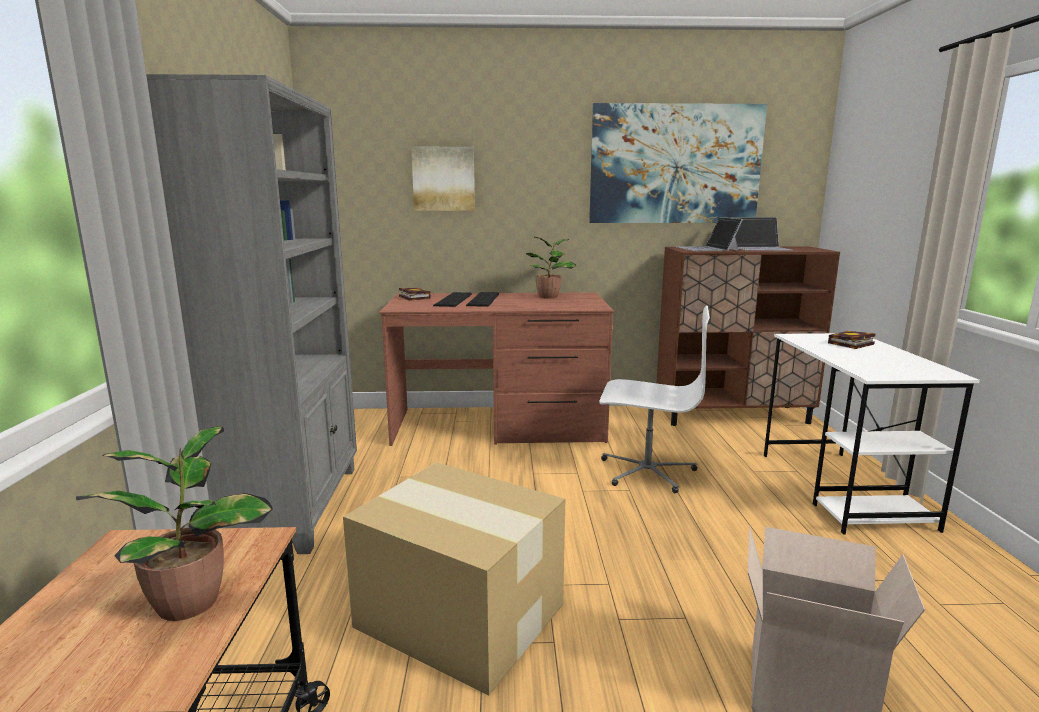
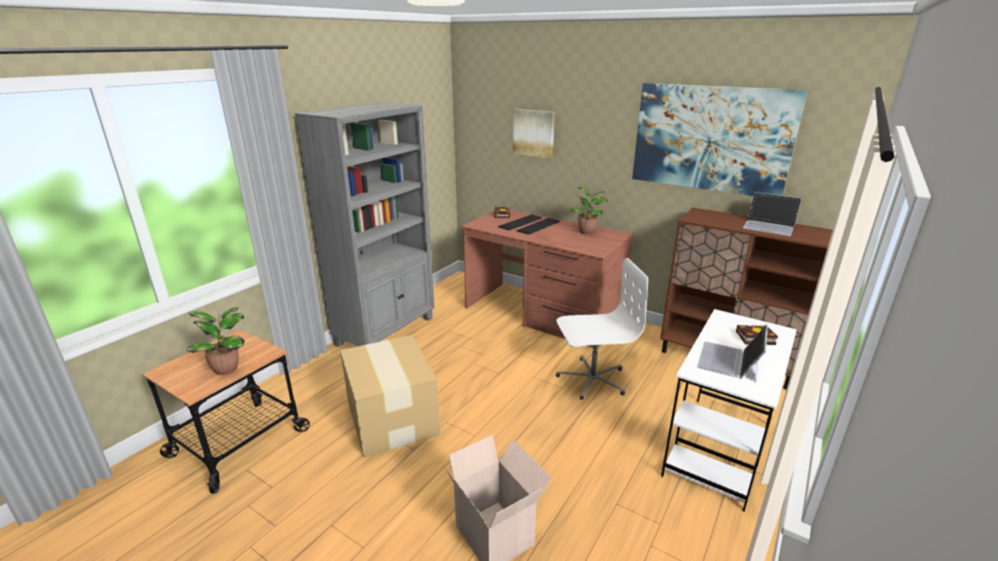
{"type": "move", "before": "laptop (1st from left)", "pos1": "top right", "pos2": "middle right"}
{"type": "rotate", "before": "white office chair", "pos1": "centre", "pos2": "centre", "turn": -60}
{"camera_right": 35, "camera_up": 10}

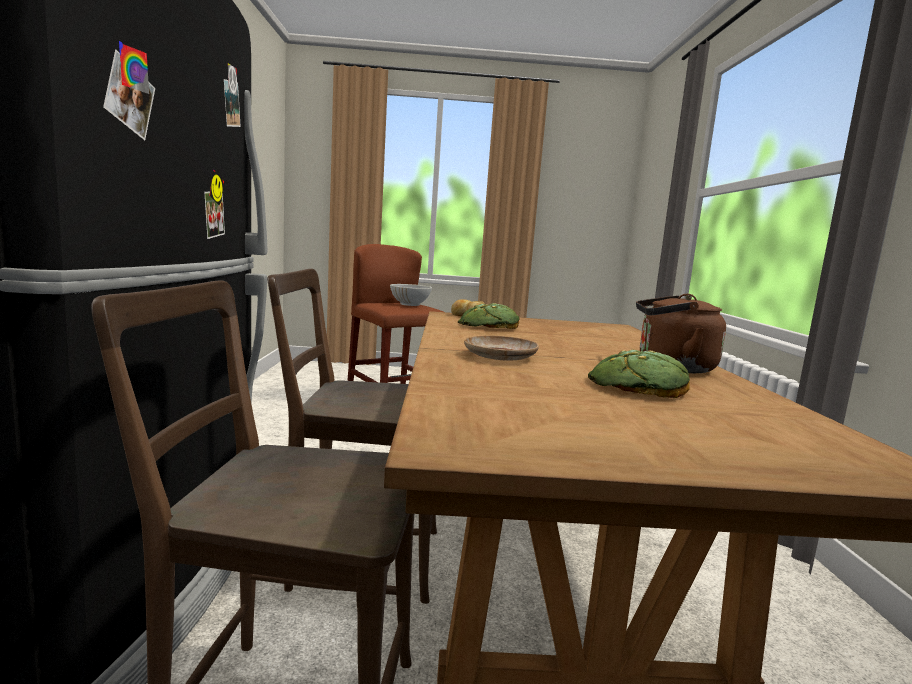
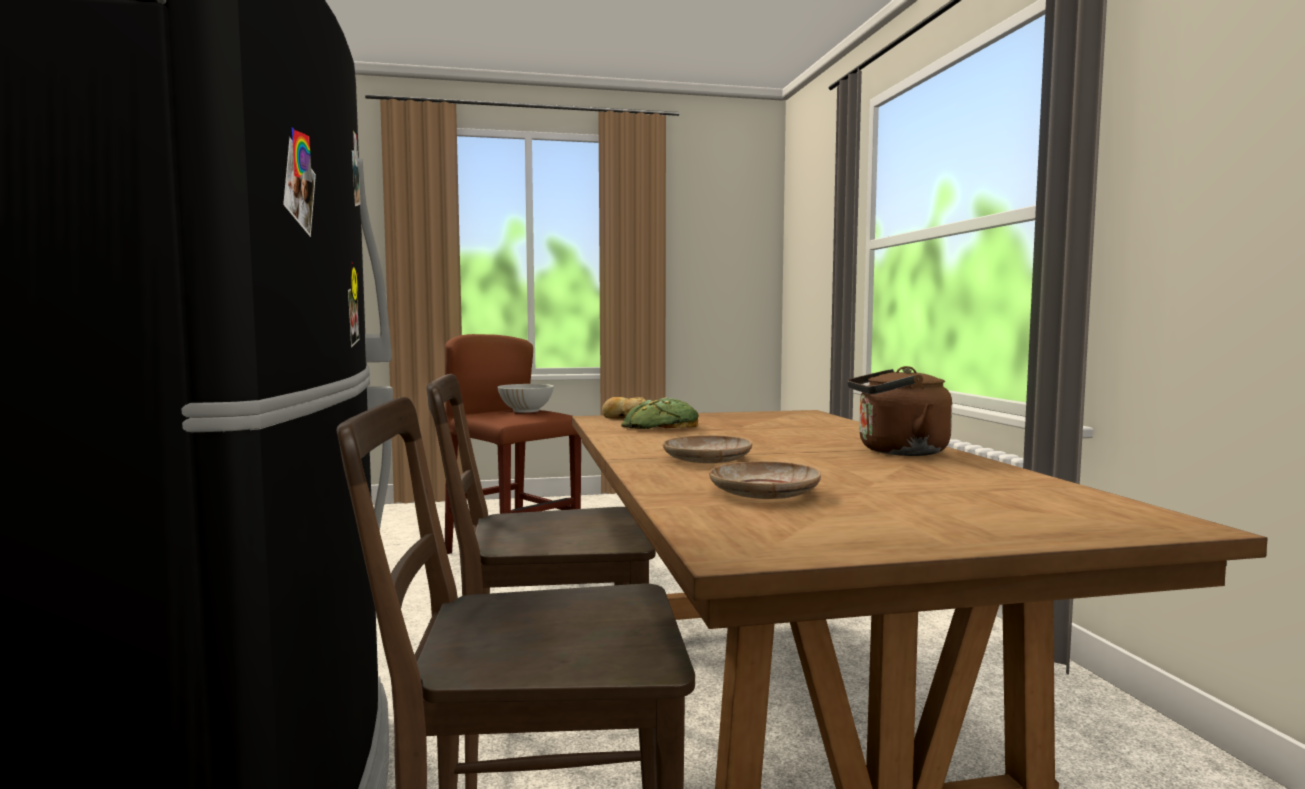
{"type": "delete", "before": "bread (3rd from left)", "pos1": "middle right"}
{"type": "insert", "after": "beige plate (2nd from left)", "pos2": "centre"}
{"camera_right": -10, "camera_up": -5}

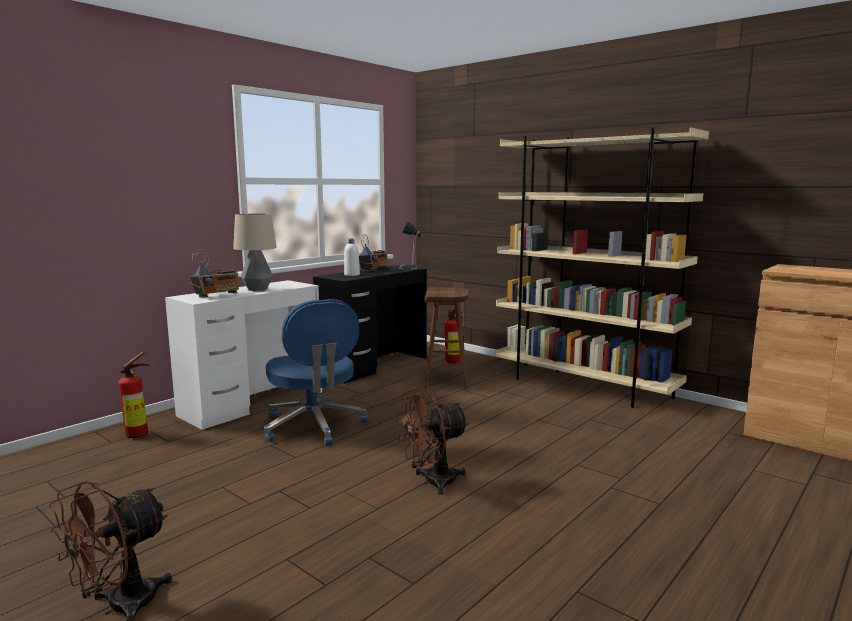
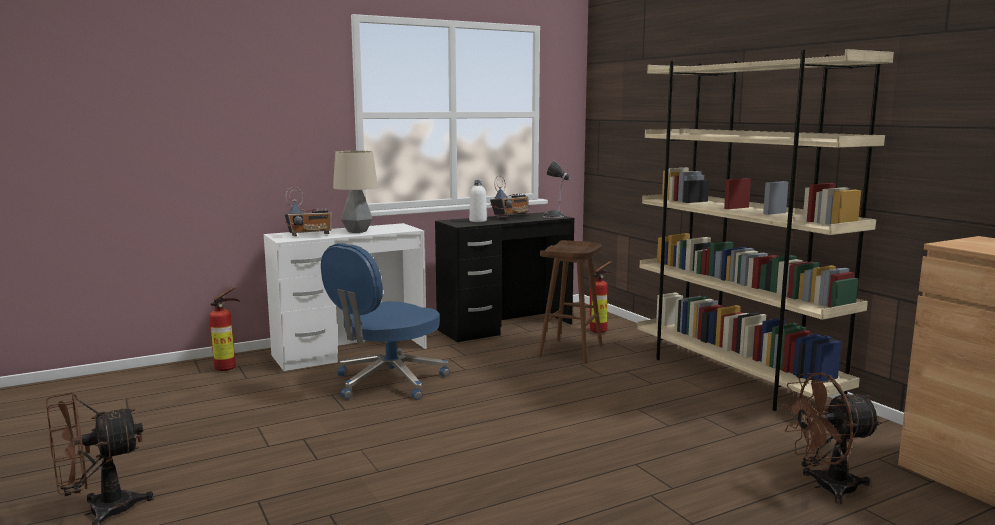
{"type": "move", "before": "brown fan (2nd from left)", "pos1": "bottom centre", "pos2": "bottom right"}
{"type": "rotate", "before": "blue office chair", "pos1": "centre", "pos2": "centre", "turn": 45}
{"camera_right": 20, "camera_up": 0}

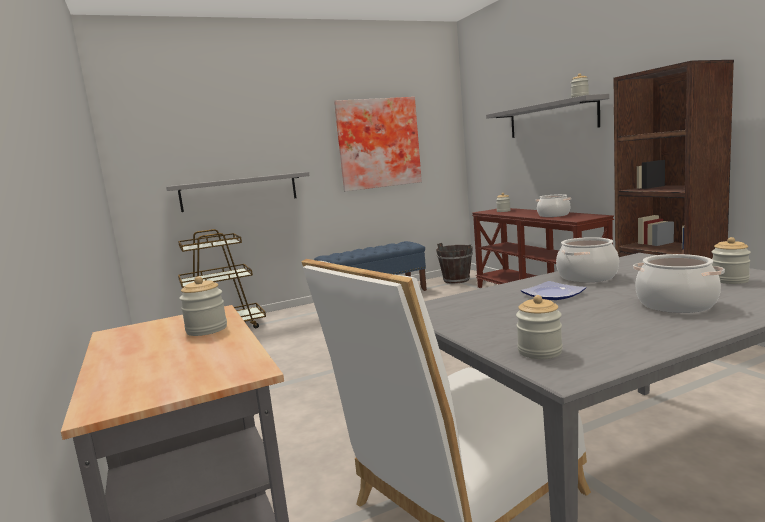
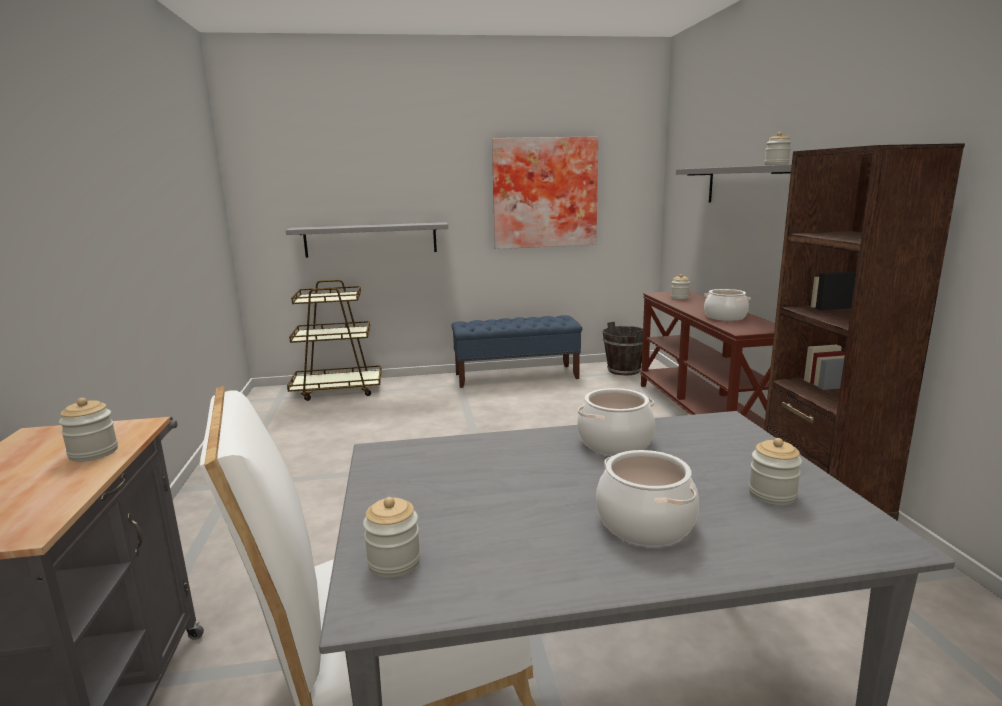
{"type": "delete", "before": "plate", "pos1": "middle right"}
{"camera_right": 15, "camera_up": 5}

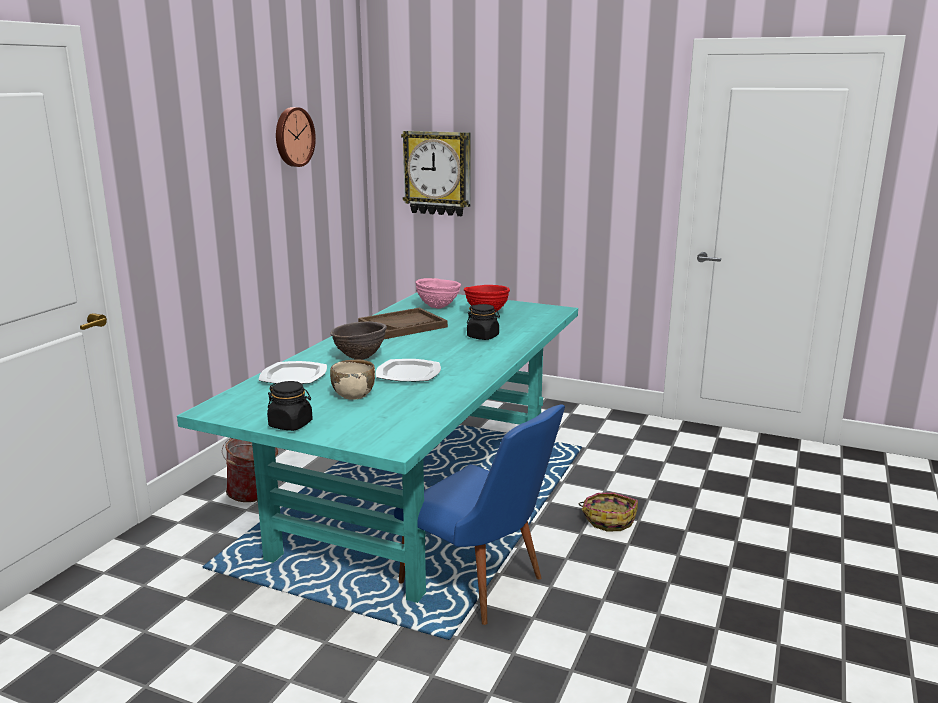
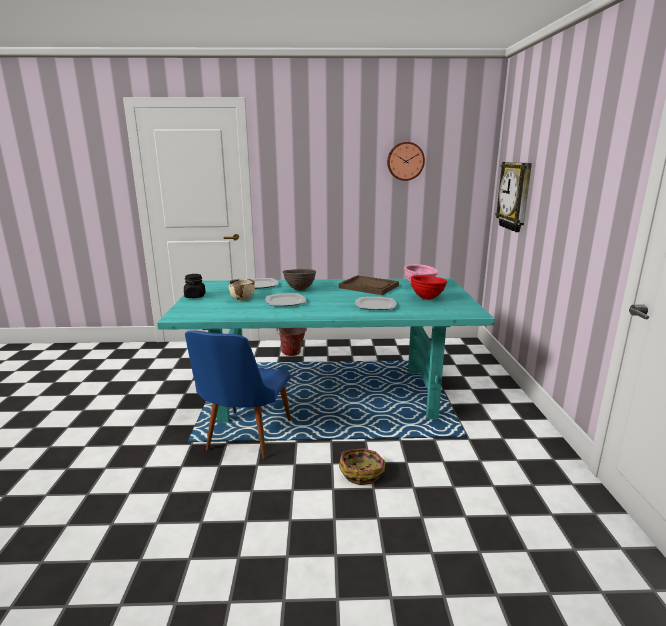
{"type": "replace", "before": "black jar (2nd from left)", "after": "plate (3rd from left)", "pos1": "centre", "pos2": "centre"}
{"camera_right": 65, "camera_up": 0}

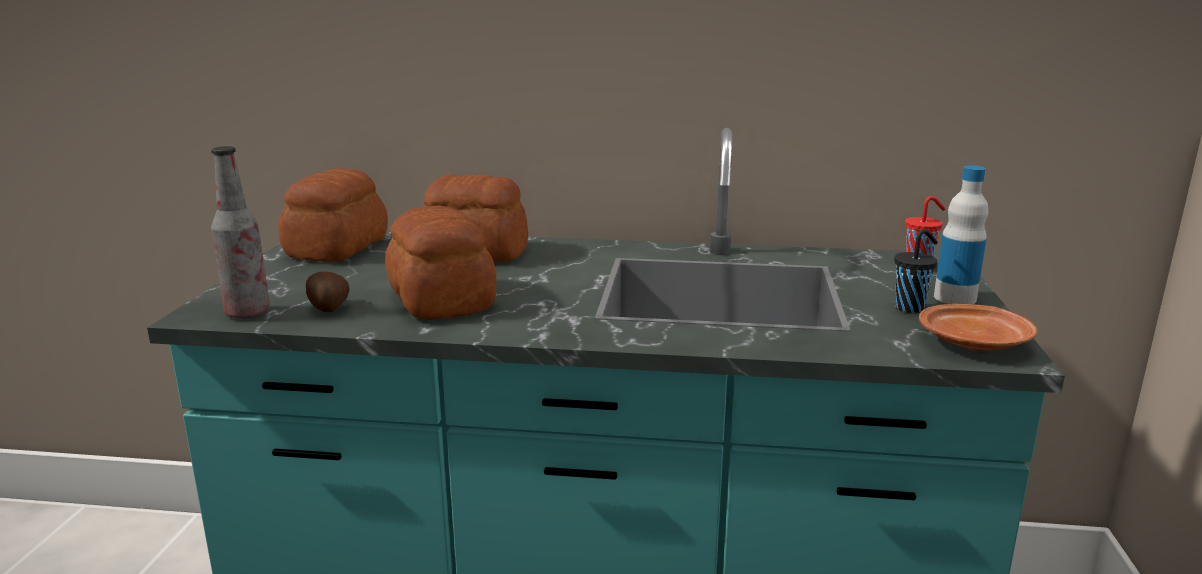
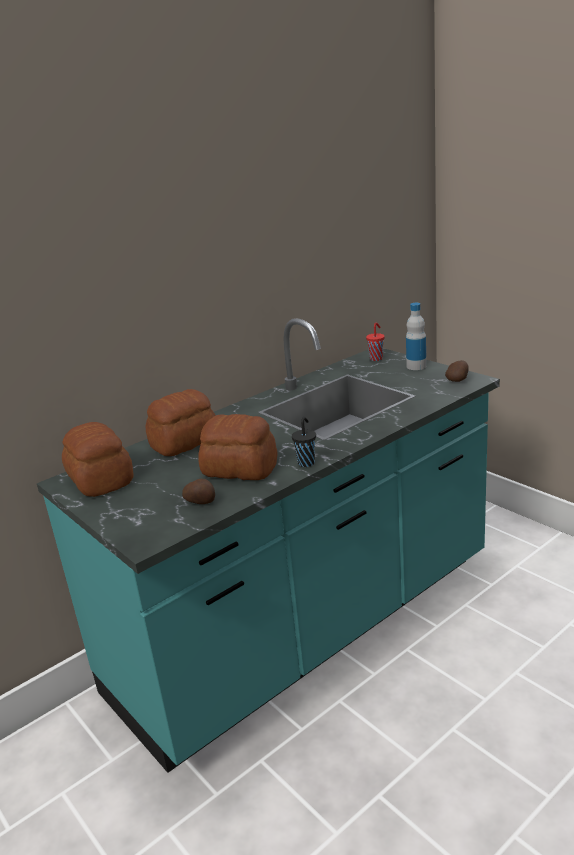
{"type": "delete", "before": "bottle (1st from left)", "pos1": "middle left"}
{"type": "move", "before": "black cup", "pos1": "middle right", "pos2": "centre"}
{"type": "replace", "before": "brown plate", "after": "potato (2nd from left)", "pos1": "middle right", "pos2": "middle right"}
{"camera_right": -45, "camera_up": 5}

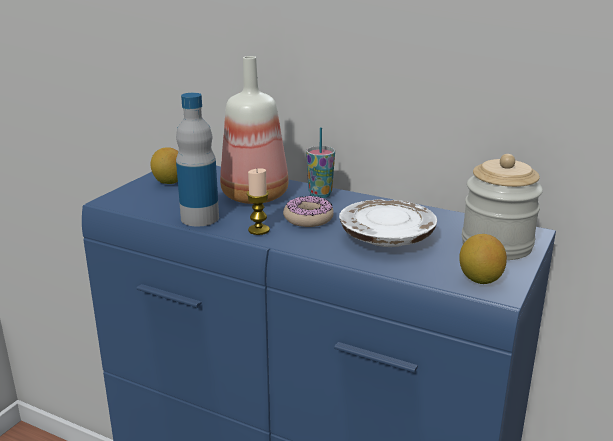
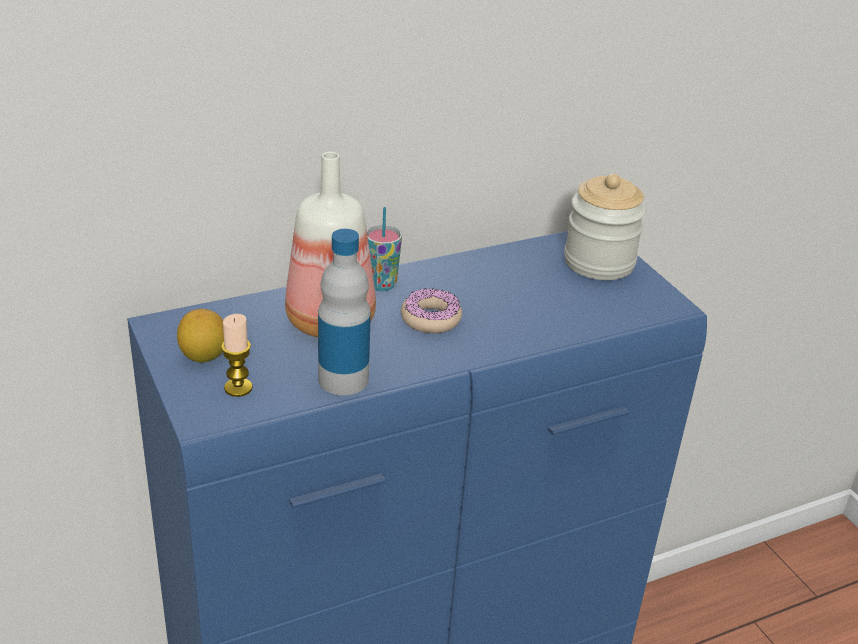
{"type": "delete", "before": "white plate", "pos1": "centre"}
{"type": "delete", "before": "lemon (2nd from left)", "pos1": "middle right"}
{"type": "move", "before": "candle", "pos1": "centre", "pos2": "middle left"}
{"camera_right": -55, "camera_up": 10}

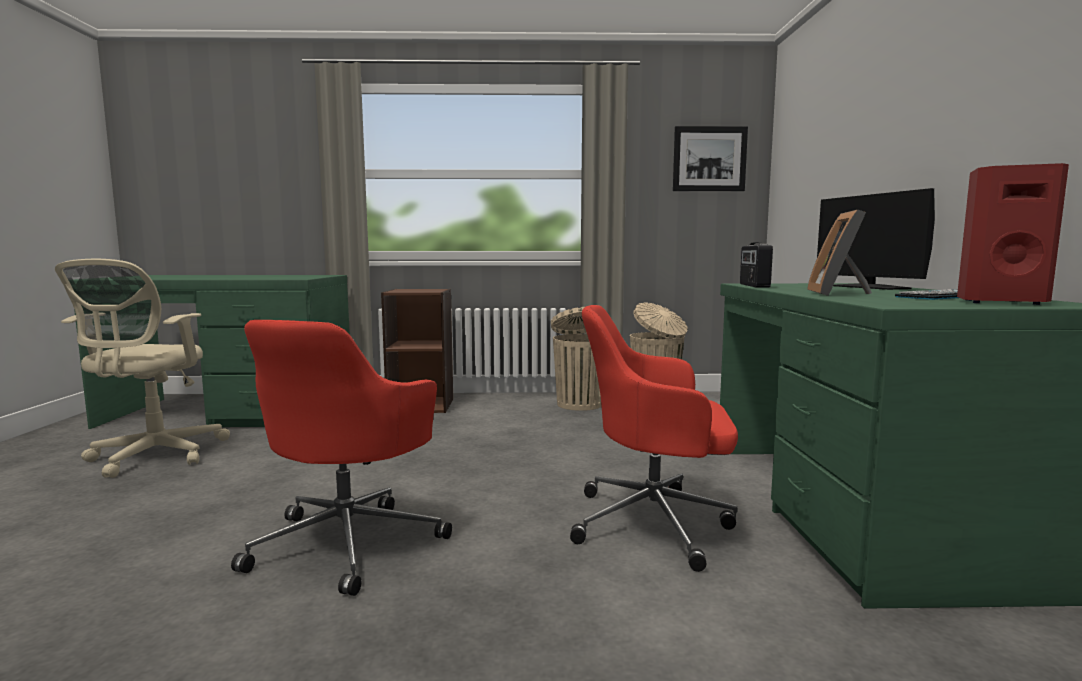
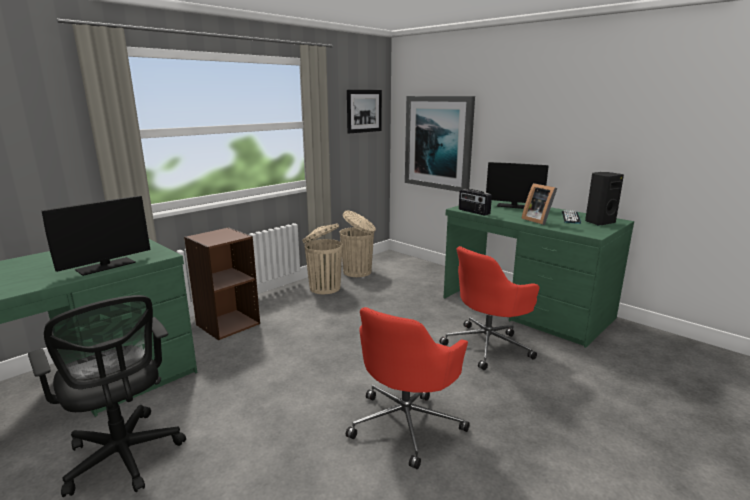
{"type": "insert", "after": "monitor (1st from left)", "pos2": "middle left"}
{"type": "insert", "after": "picture (2nd from left)", "pos2": "top centre"}
{"type": "recolor", "before": "beige office chair", "after": "black office chair", "pos1": "middle left", "pos2": "bottom left"}
{"type": "recolor", "before": "red speaker", "after": "black speaker", "pos1": "middle right", "pos2": "middle right"}
{"type": "rotate", "before": "red office chair (1st from left)", "pos1": "bottom left", "pos2": "bottom centre", "turn": 60}
{"camera_right": -45, "camera_up": 10}

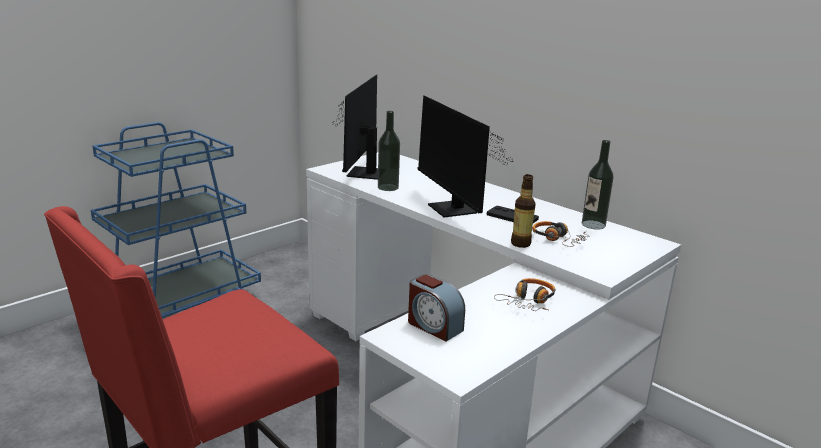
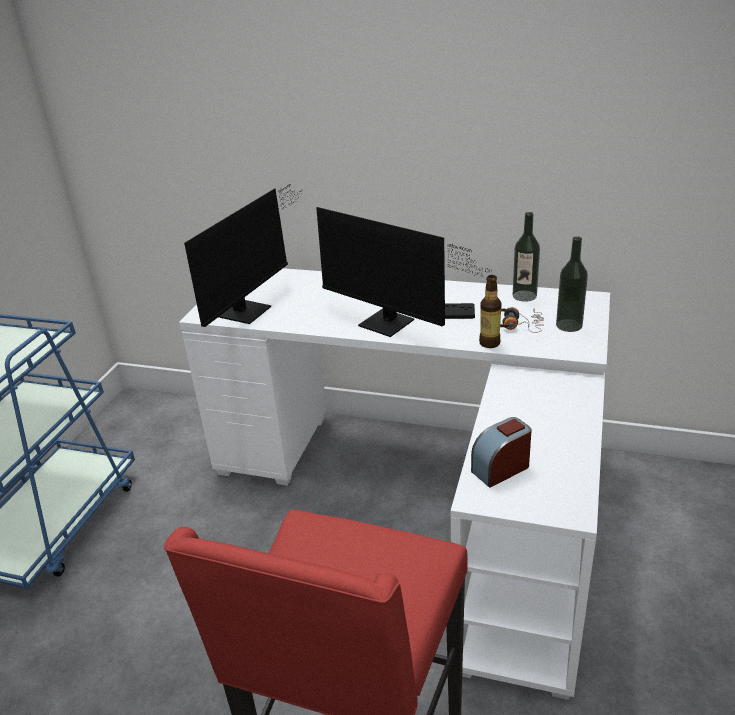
{"type": "delete", "before": "headphones (1st from left)", "pos1": "centre"}
{"type": "move", "before": "bottle (1st from left in the first image)", "after": "bottle (3rd from left)", "pos1": "centre", "pos2": "middle right"}
{"type": "rotate", "before": "monitor (1st from left)", "pos1": "top centre", "pos2": "middle left", "turn": -135}
{"type": "rotate", "before": "alarm clock", "pos1": "bottom centre", "pos2": "middle right", "turn": 135}
{"camera_right": -25, "camera_up": 10}

